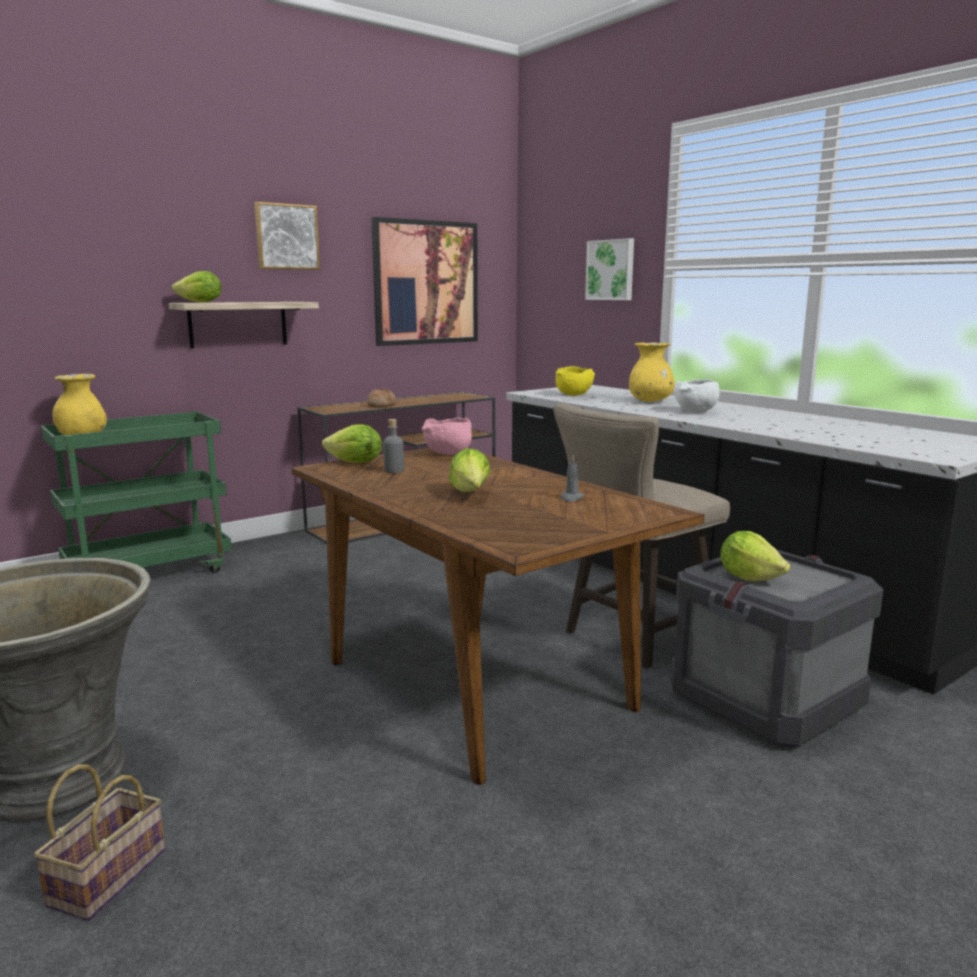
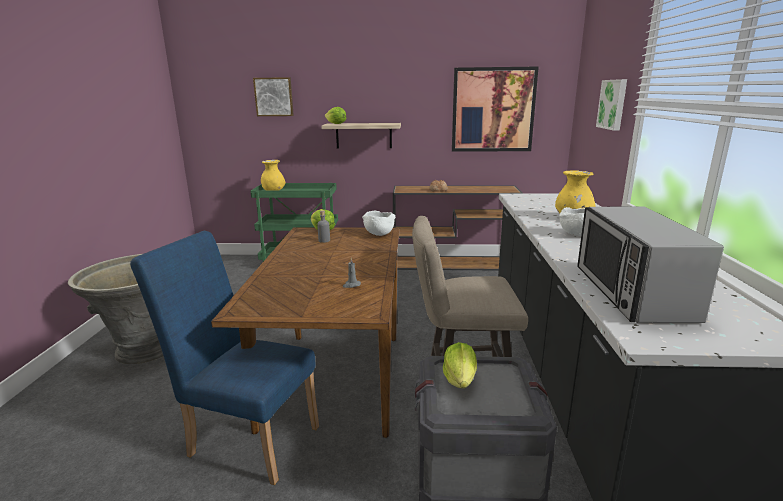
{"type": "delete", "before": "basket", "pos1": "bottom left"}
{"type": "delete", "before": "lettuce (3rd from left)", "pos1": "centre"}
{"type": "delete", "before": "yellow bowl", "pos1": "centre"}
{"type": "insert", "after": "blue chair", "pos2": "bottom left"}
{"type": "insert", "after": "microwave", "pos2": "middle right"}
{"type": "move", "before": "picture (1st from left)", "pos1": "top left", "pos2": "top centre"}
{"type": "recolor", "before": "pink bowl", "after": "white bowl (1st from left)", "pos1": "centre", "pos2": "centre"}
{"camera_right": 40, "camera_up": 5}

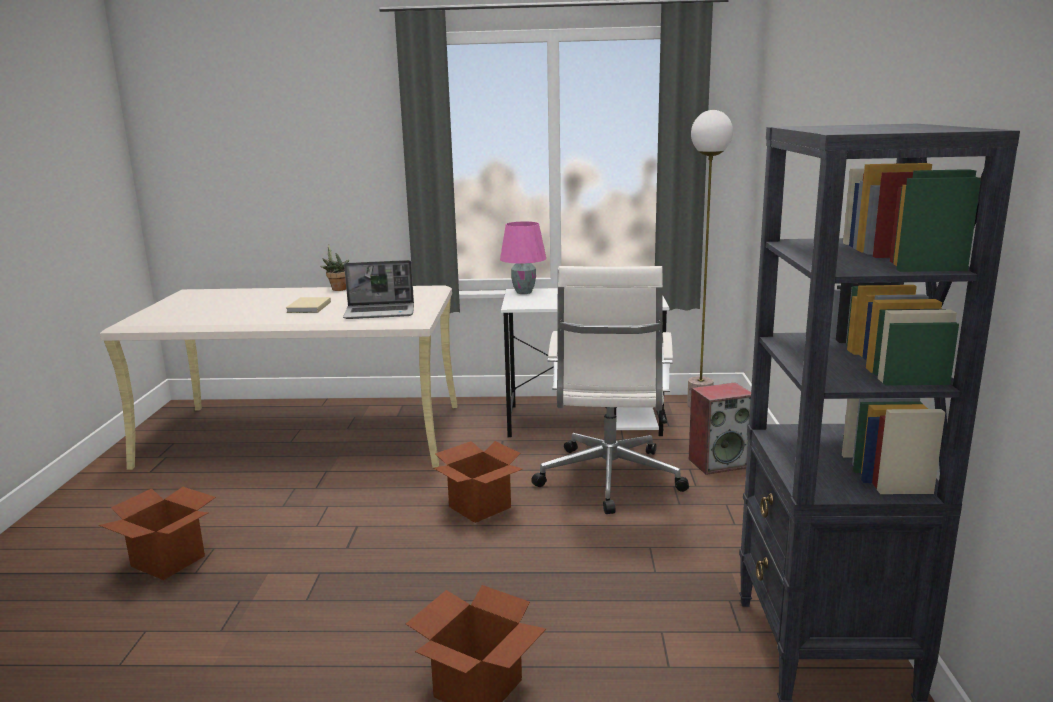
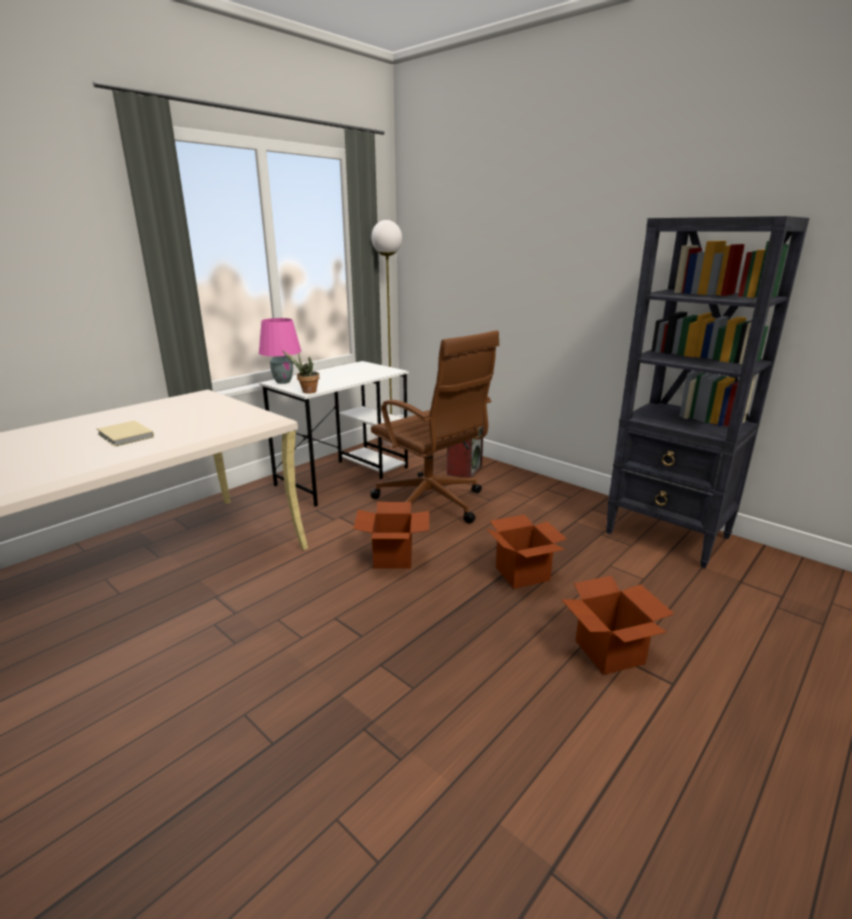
{"type": "delete", "before": "laptop", "pos1": "centre"}
{"type": "move", "before": "cardboard box (1st from left in the first image)", "after": "cardboard box (2nd from left)", "pos1": "bottom left", "pos2": "centre"}
{"type": "move", "before": "potted plant", "pos1": "middle left", "pos2": "centre"}
{"type": "recolor", "before": "white office chair", "after": "brown office chair", "pos1": "centre", "pos2": "centre"}
{"camera_right": -50, "camera_up": 5}

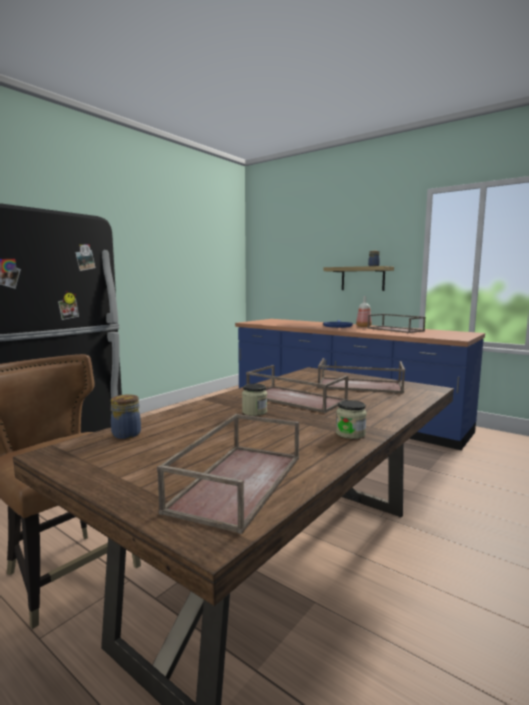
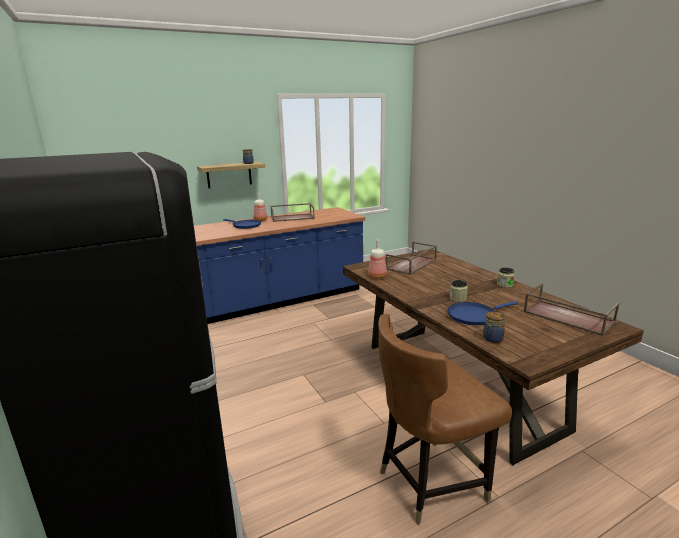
{"type": "delete", "before": "brown tray (2nd from left)", "pos1": "centre"}
{"type": "insert", "after": "bottle (2nd from left)", "pos2": "centre"}
{"type": "insert", "after": "blue frying pan (2nd from left)", "pos2": "middle right"}
{"camera_right": -65, "camera_up": 10}

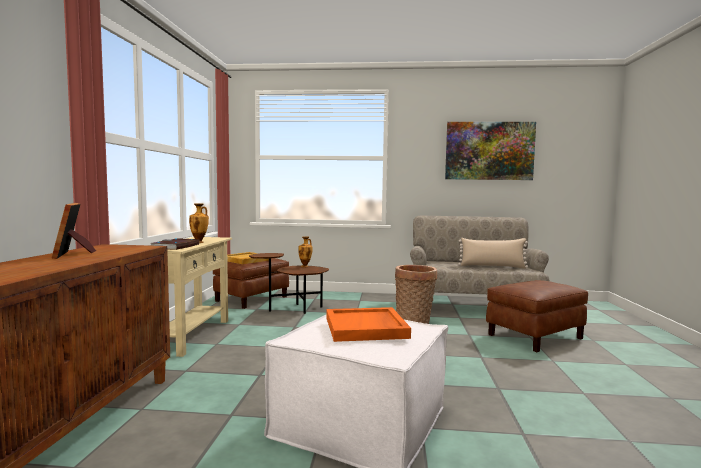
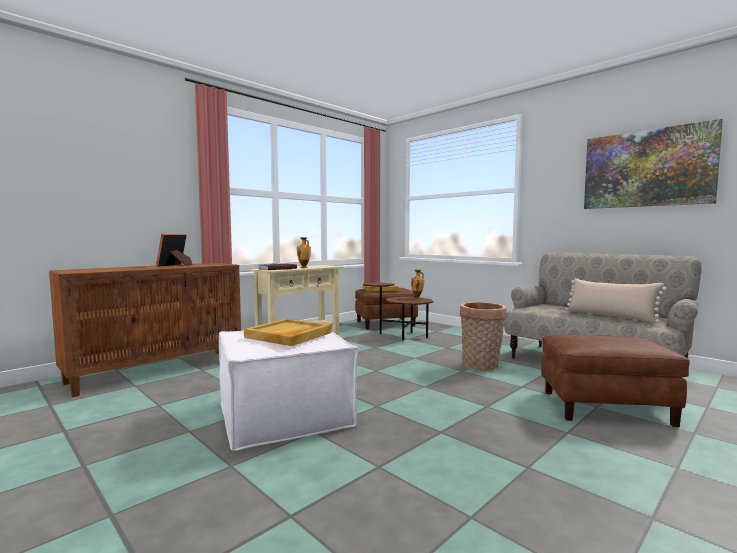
{"type": "recolor", "before": "orange tray", "after": "beige tray (1st from left)", "pos1": "bottom centre", "pos2": "centre"}
{"camera_right": 40, "camera_up": 0}

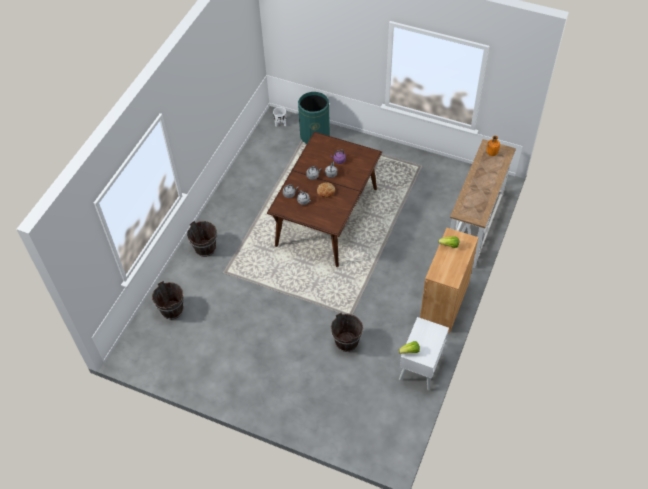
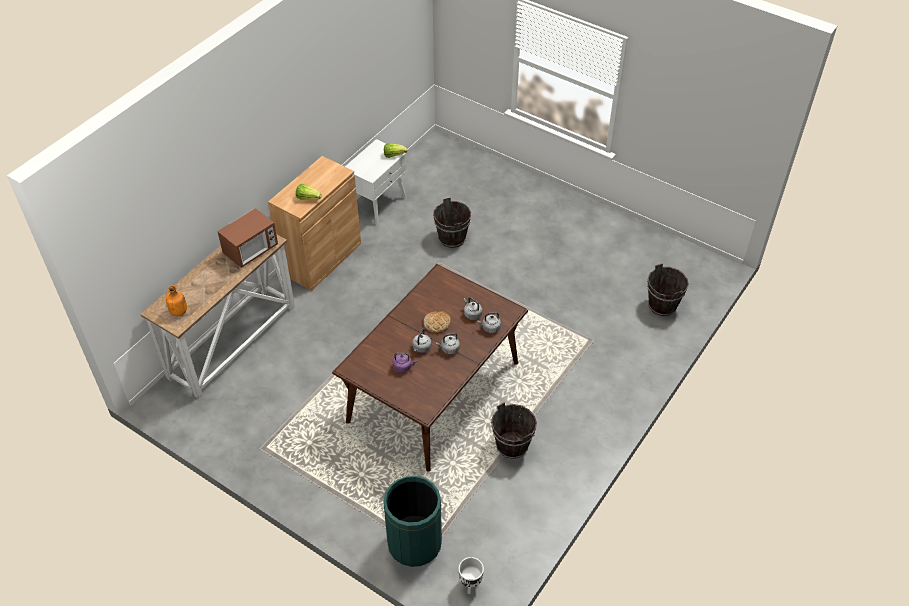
{"type": "insert", "after": "microwave", "pos2": "middle left"}
{"type": "move", "before": "brown bucket (2nd from left)", "pos1": "middle left", "pos2": "bottom centre"}
{"camera_right": -170, "camera_up": -5}

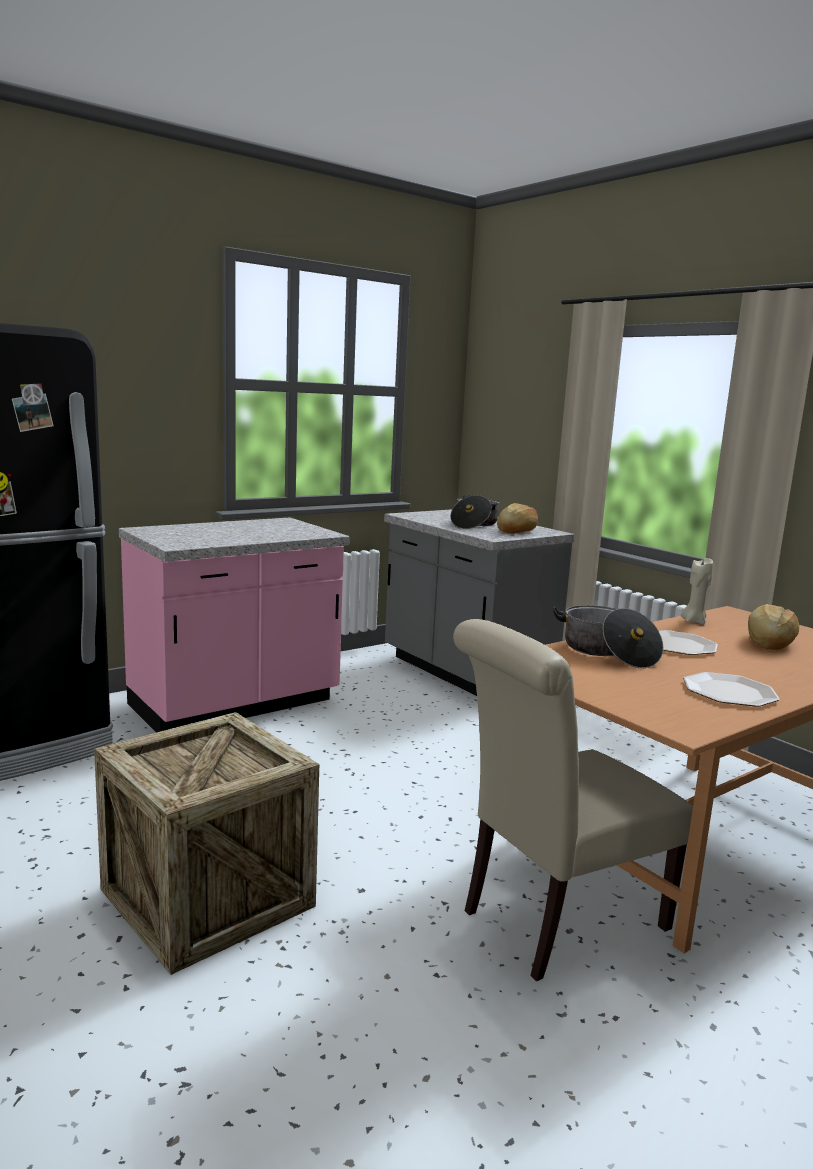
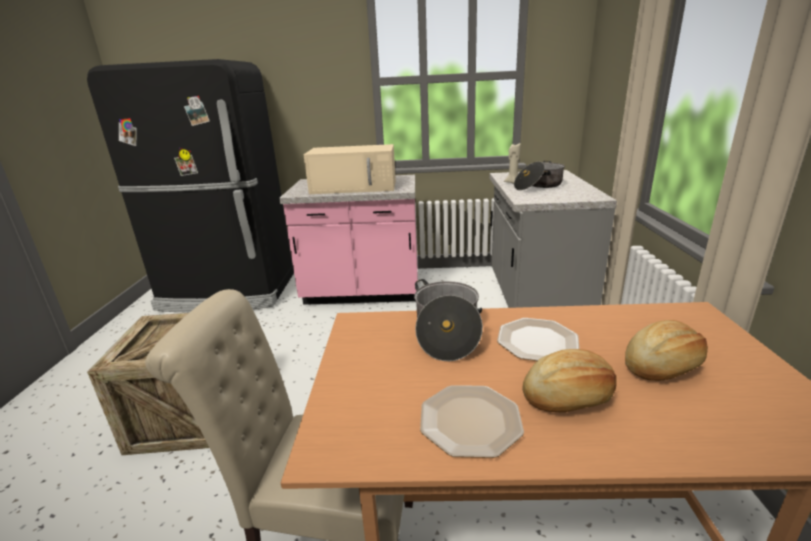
{"type": "insert", "after": "beige microwave", "pos2": "top centre"}
{"type": "move", "before": "bread (1st from left)", "pos1": "centre", "pos2": "bottom right"}
{"type": "move", "before": "beige candle", "pos1": "middle right", "pos2": "top centre"}
{"camera_right": 40, "camera_up": 10}

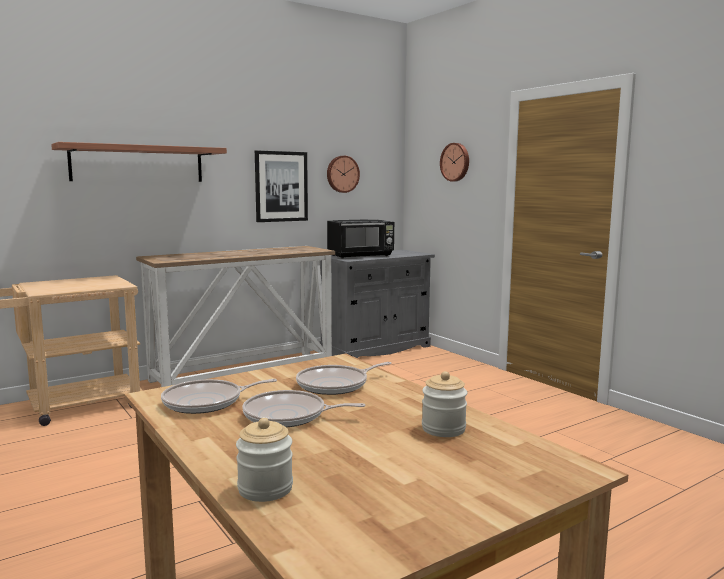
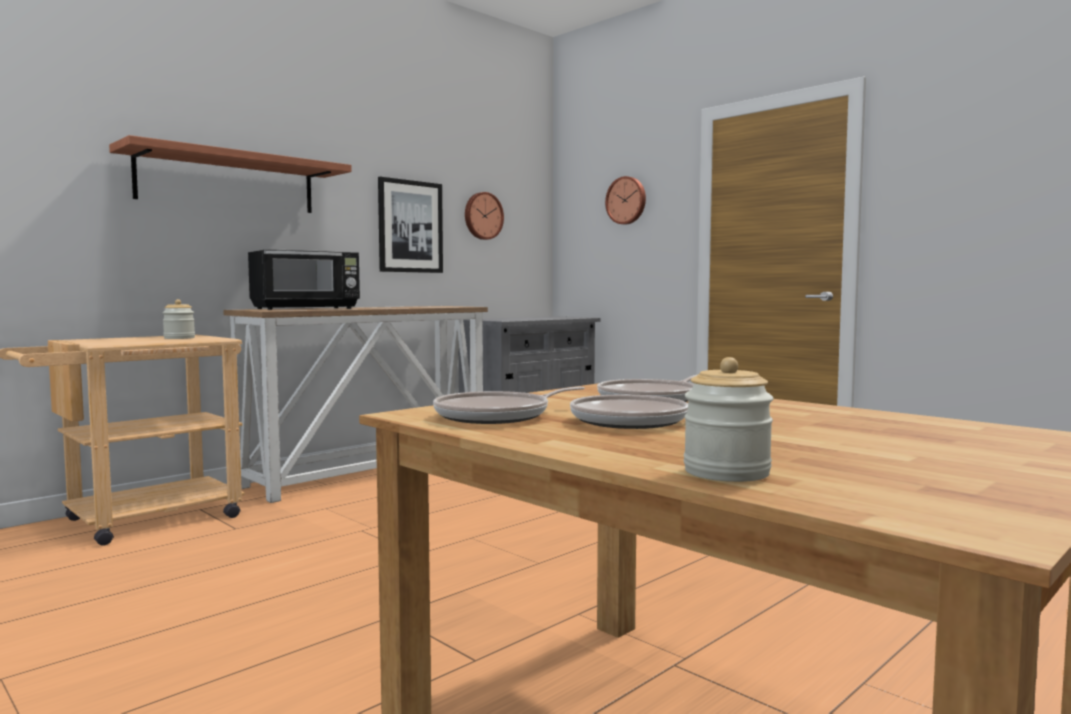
{"type": "move", "before": "black microwave", "pos1": "centre", "pos2": "middle left"}
{"type": "move", "before": "jar (2nd from left in the first image)", "after": "jar (1st from left)", "pos1": "bottom centre", "pos2": "middle left"}
{"camera_right": -10, "camera_up": -5}

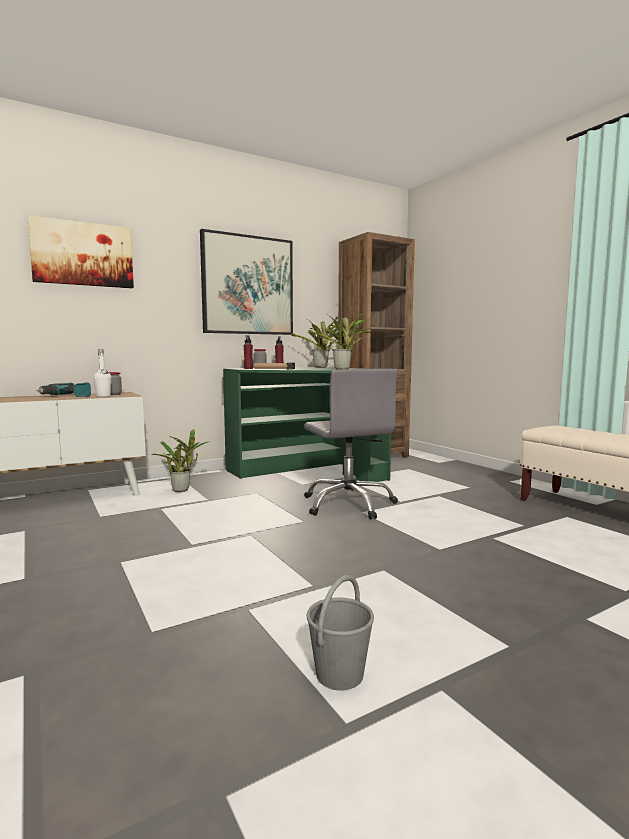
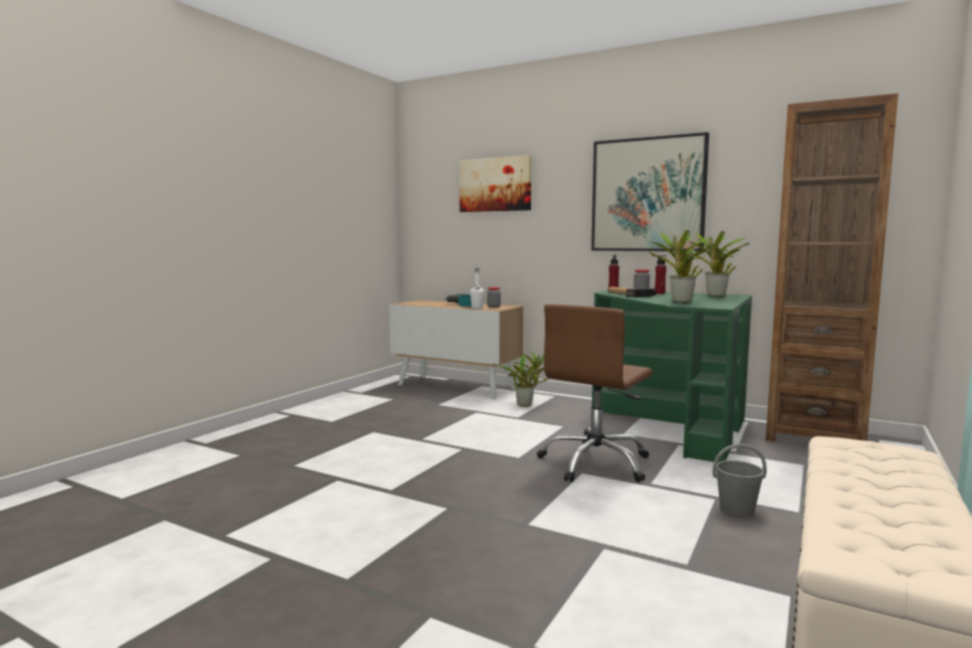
{"type": "move", "before": "grey bucket", "pos1": "bottom centre", "pos2": "bottom right"}
{"type": "recolor", "before": "grey office chair", "after": "brown office chair", "pos1": "centre", "pos2": "centre"}
{"camera_right": 60, "camera_up": 0}

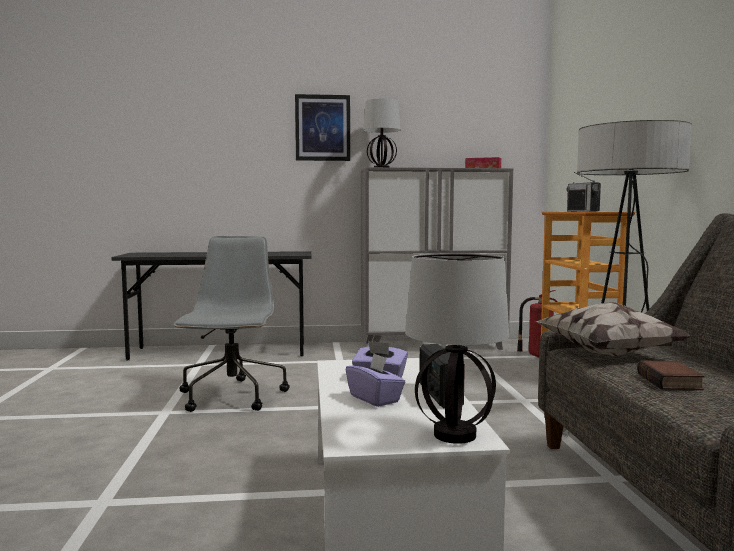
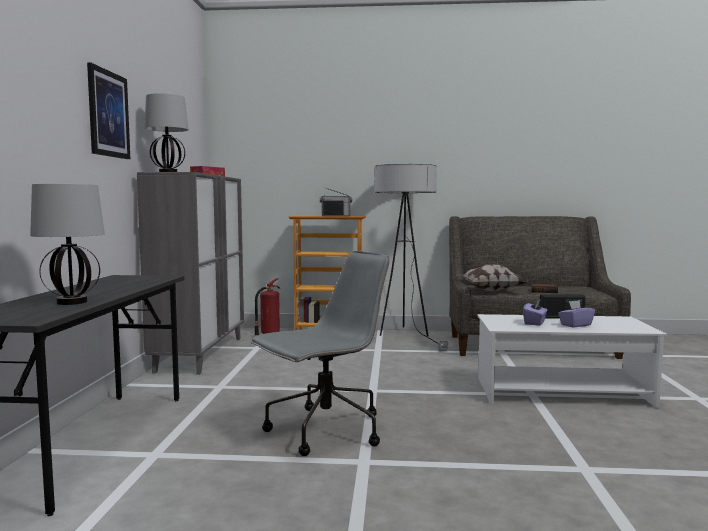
{"type": "move", "before": "table lamp (2nd from left in the first image)", "after": "table lamp (1st from left)", "pos1": "centre", "pos2": "middle left"}
{"type": "rotate", "before": "grey office chair", "pos1": "middle left", "pos2": "centre", "turn": 135}
{"camera_right": -80, "camera_up": 0}

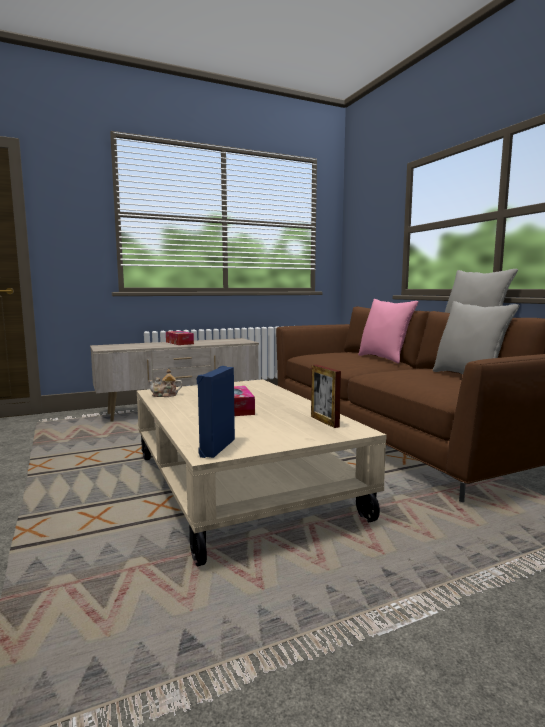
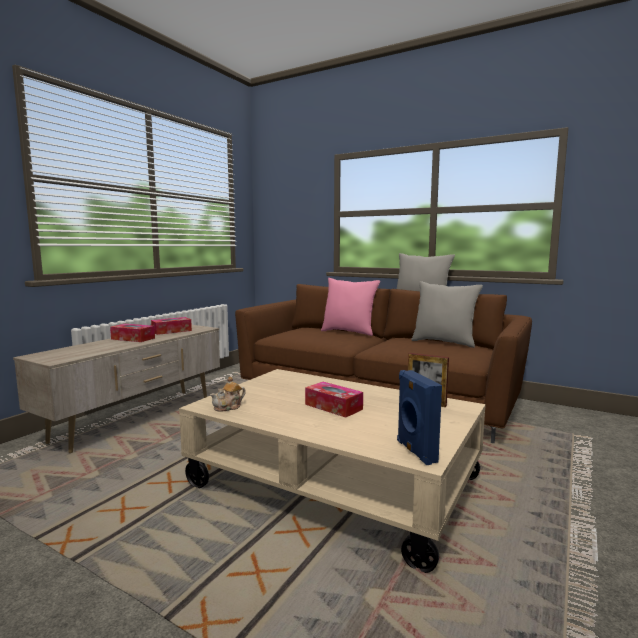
{"type": "insert", "after": "tissue box (2nd from left)", "pos2": "middle left"}
{"camera_right": -35, "camera_up": 0}

